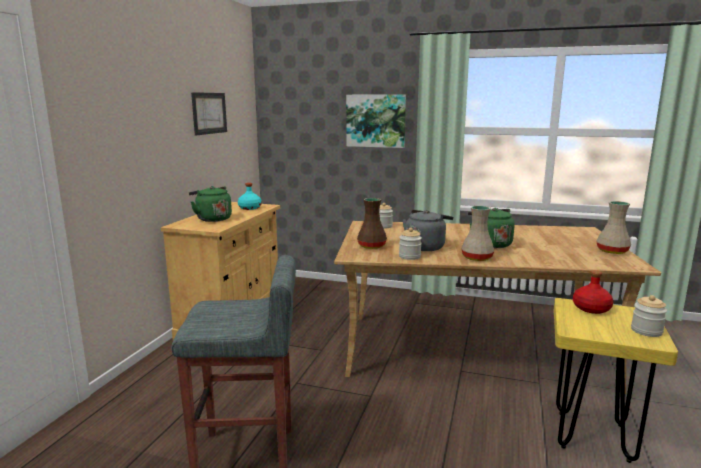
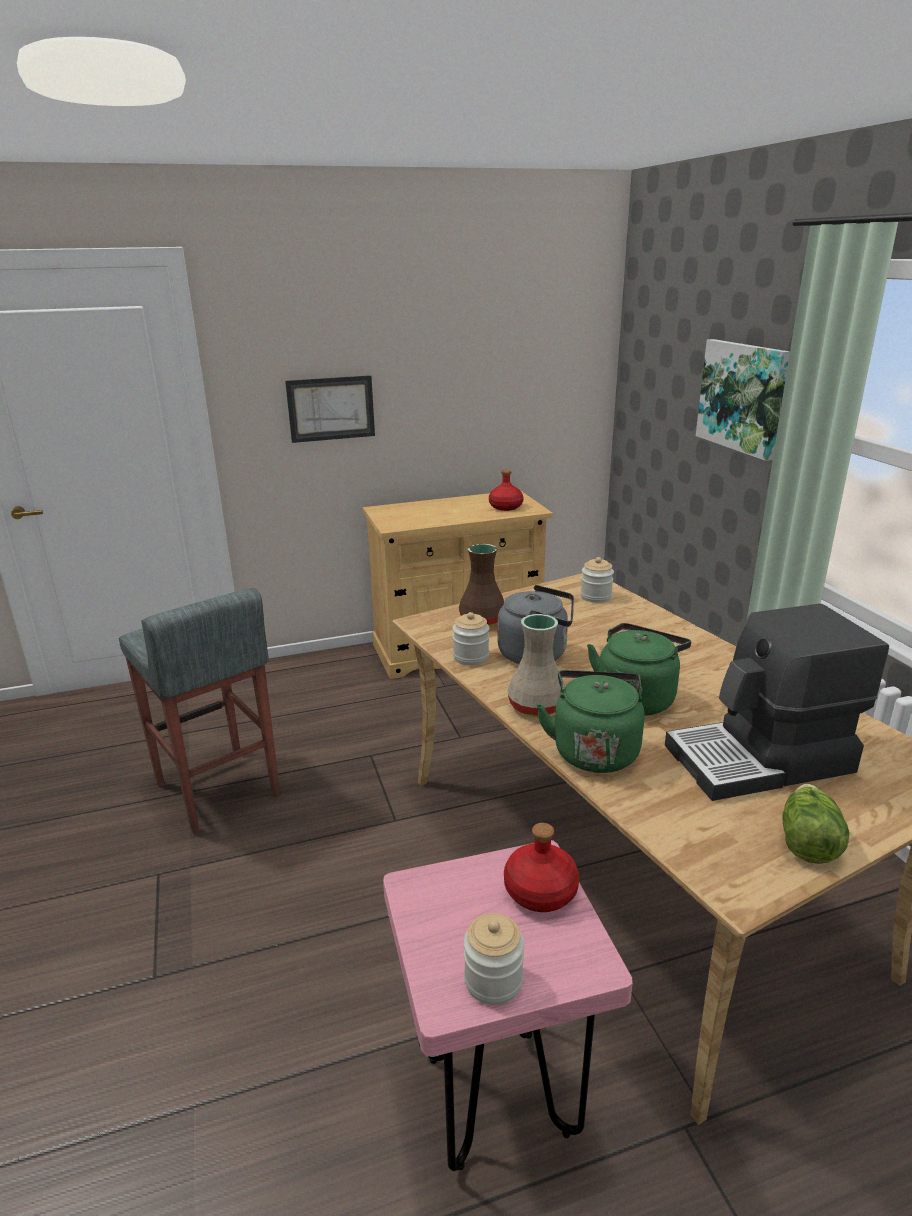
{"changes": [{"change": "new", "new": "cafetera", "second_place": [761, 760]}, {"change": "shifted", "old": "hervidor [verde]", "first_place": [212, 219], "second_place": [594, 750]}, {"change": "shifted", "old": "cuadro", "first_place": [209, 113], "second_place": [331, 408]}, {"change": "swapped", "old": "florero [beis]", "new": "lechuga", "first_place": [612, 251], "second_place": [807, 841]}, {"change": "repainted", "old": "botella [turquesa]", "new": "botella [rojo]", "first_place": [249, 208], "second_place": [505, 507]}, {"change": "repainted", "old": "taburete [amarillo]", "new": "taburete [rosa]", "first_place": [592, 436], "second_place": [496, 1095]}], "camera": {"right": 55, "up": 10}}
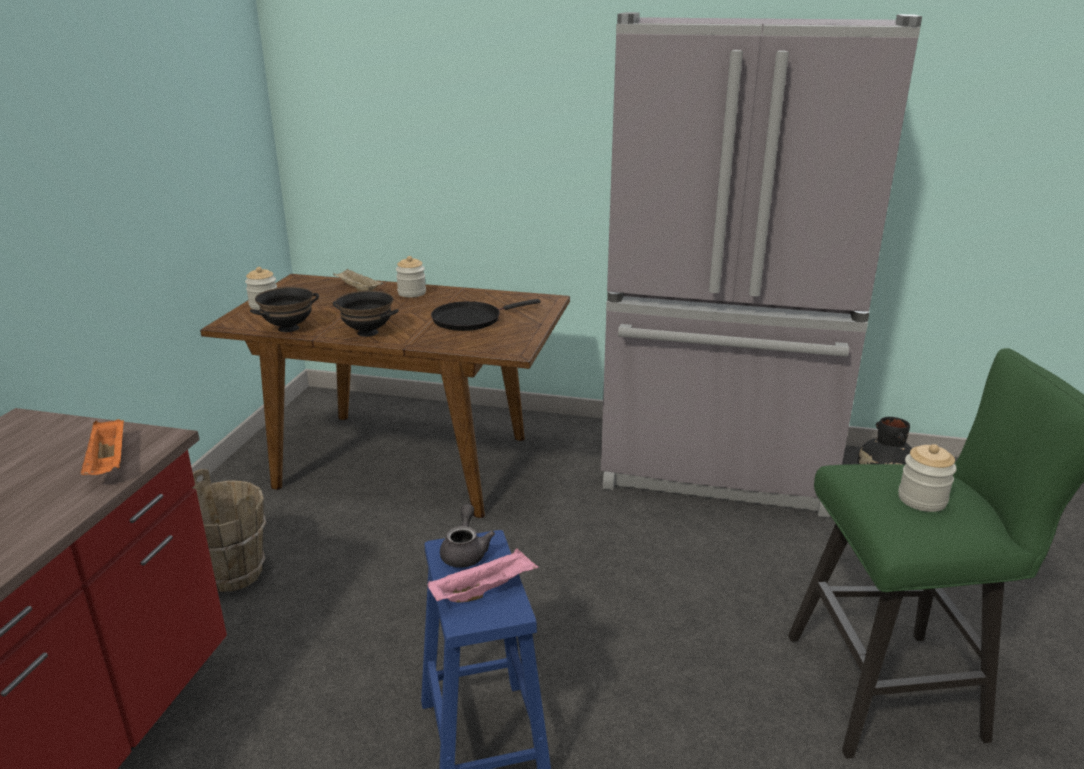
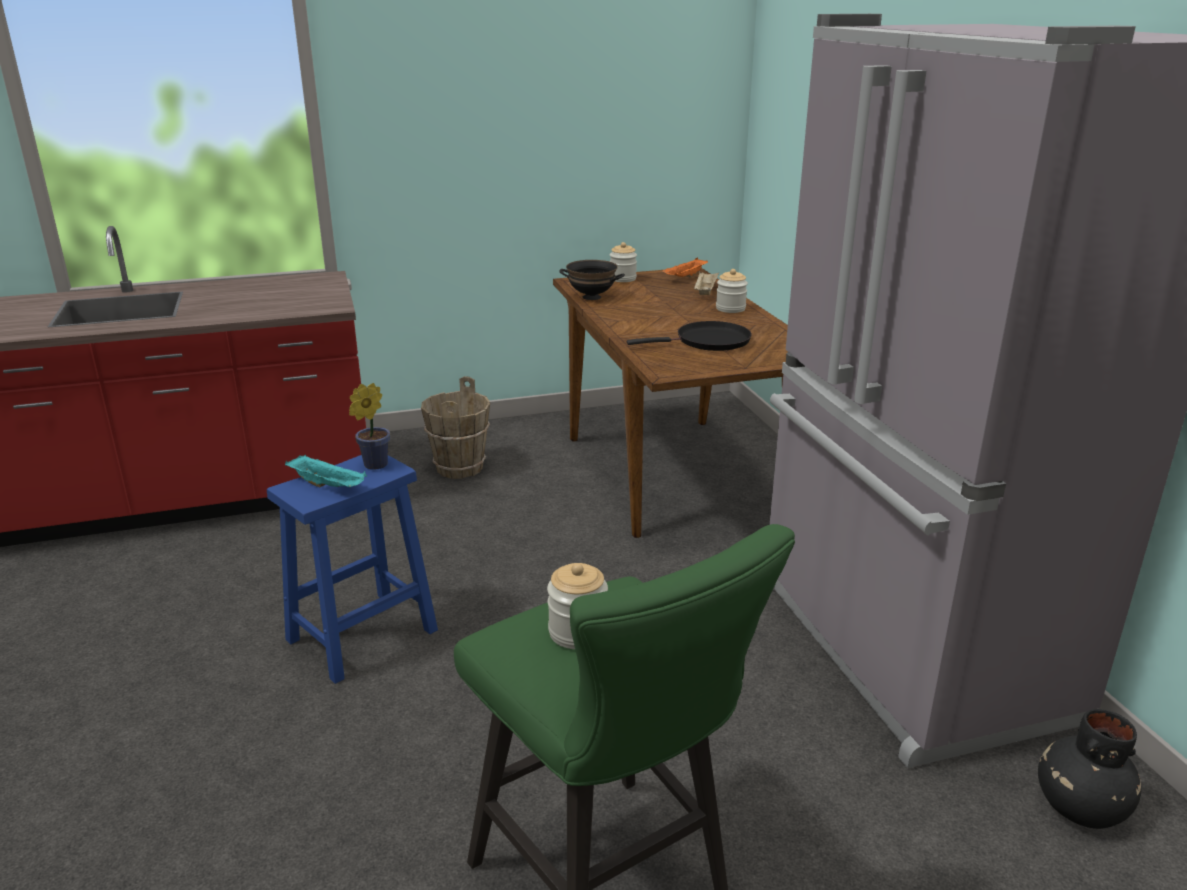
{"changes": [{"change": "gone", "old": "cuenco [negro]", "first_place": [367, 333]}, {"change": "shifted", "old": "bandeja [naranja]", "first_place": [109, 463], "second_place": [685, 277]}, {"change": "swapped", "old": "tetera [gris]", "new": "planta en maceta", "first_place": [465, 552], "second_place": [372, 465]}, {"change": "repainted", "old": "bandeja [rosa]", "new": "bandeja [turquesa]", "first_place": [484, 590], "second_place": [329, 485]}, {"change": "rotated", "old": "sartén [negro]", "first_place": [470, 319], "second_place": [708, 341], "degrees": 135}], "camera": {"right": 60, "up": 0}}
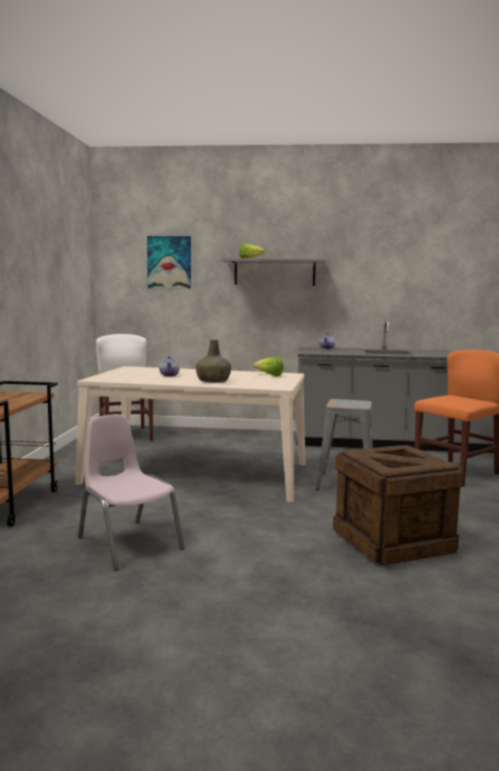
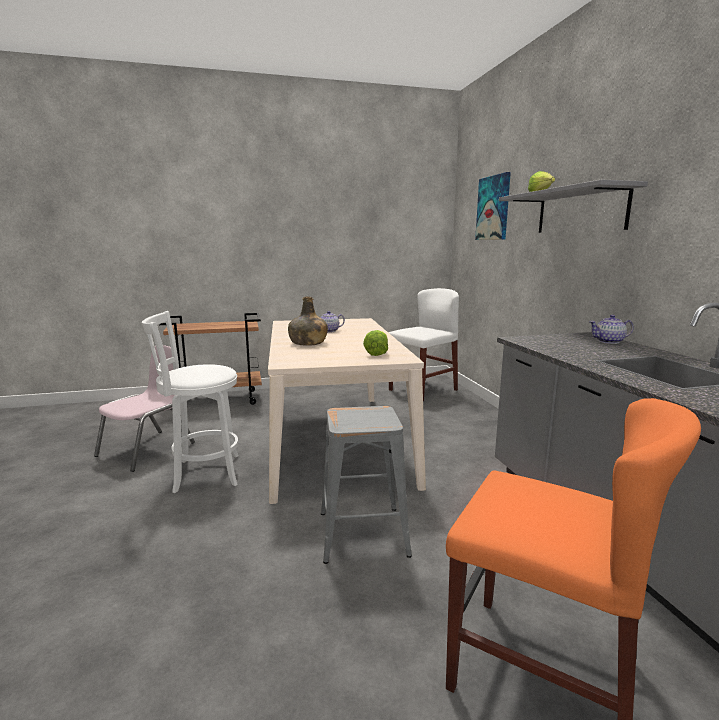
{"changes": [{"change": "gone", "old": "caja de embalaje", "first_place": [394, 542]}, {"change": "new", "new": "taburete [blanco]", "second_place": [203, 473]}], "camera": {"right": 70, "up": 5}}
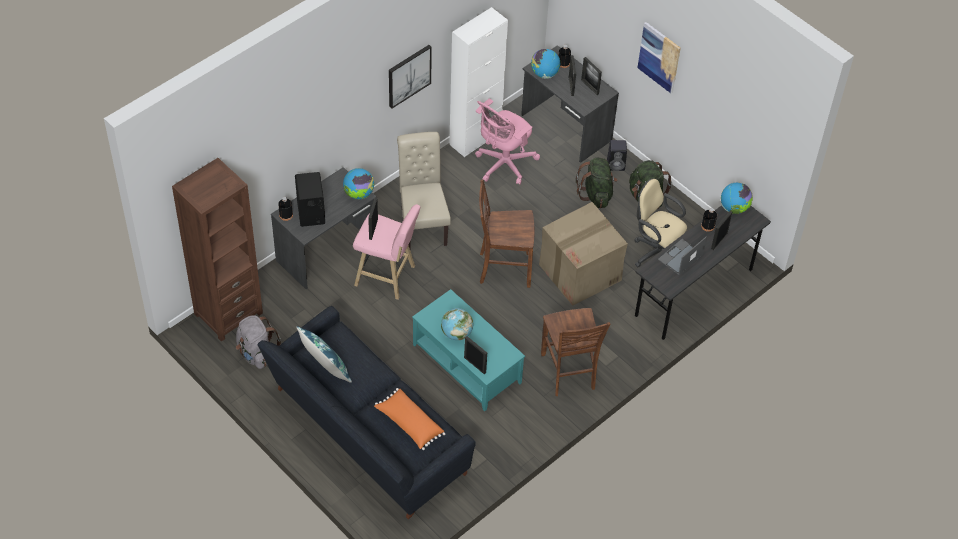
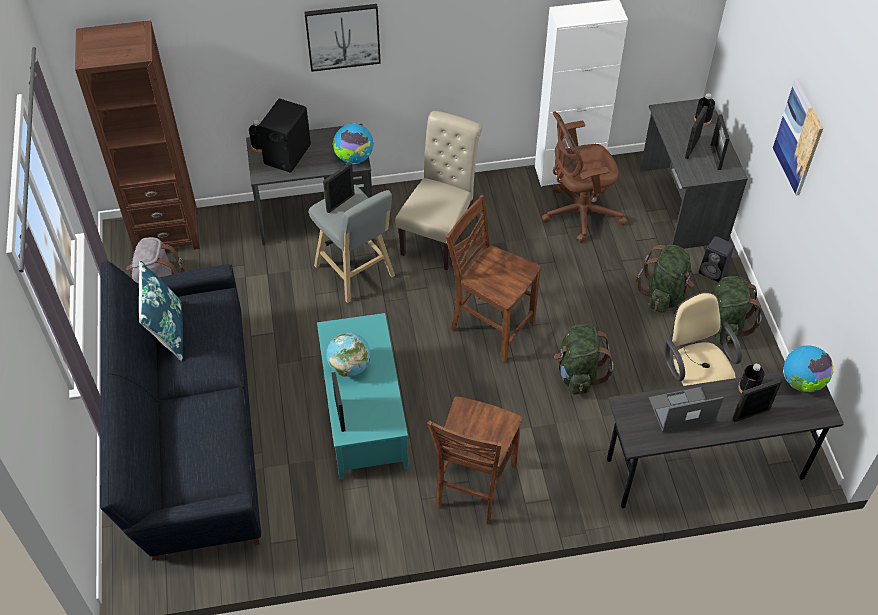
{"changes": [{"change": "gone", "old": "cojín [naranja]", "first_place": [409, 424]}, {"change": "gone", "old": "globo terráqueo", "first_place": [544, 74]}, {"change": "shifted", "old": "cuadro", "first_place": [409, 75], "second_place": [343, 36]}, {"change": "swapped", "old": "caja de cartón", "new": "mochila [verde]", "first_place": [580, 272], "second_place": [578, 374]}, {"change": "repainted", "old": "taburete [rosa]", "new": "taburete [gris]", "first_place": [387, 277], "second_place": [356, 273]}, {"change": "repainted", "old": "silla de oficina [rosa]", "new": "silla de oficina [marrón]", "first_place": [503, 165], "second_place": [578, 213]}], "camera": {"right": 35, "up": 0}}
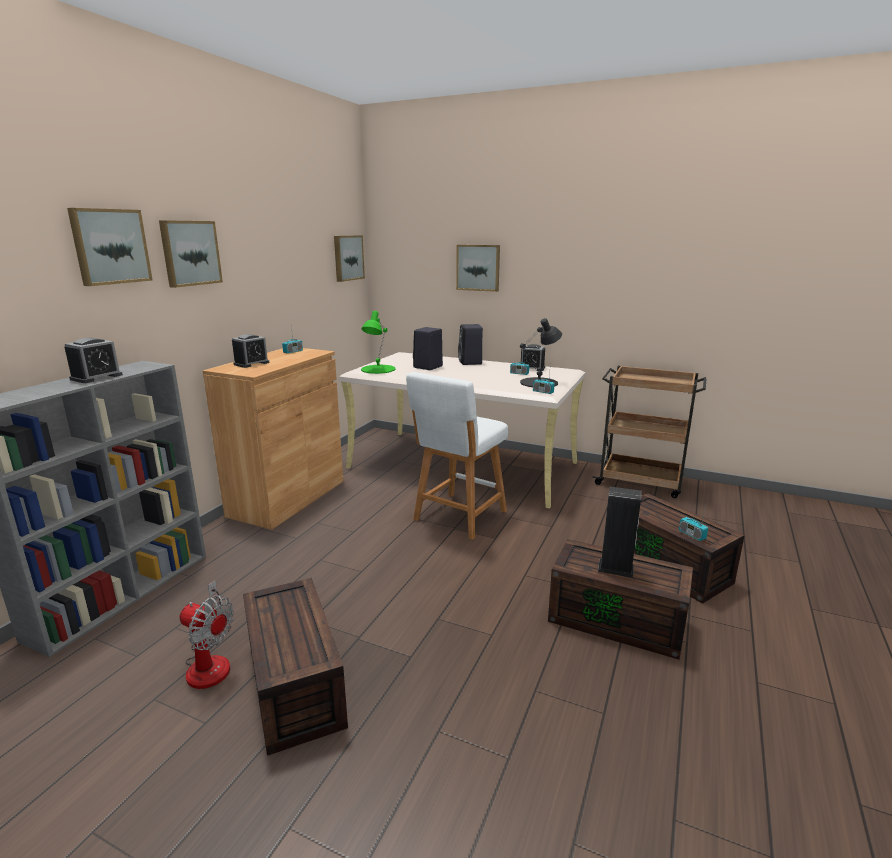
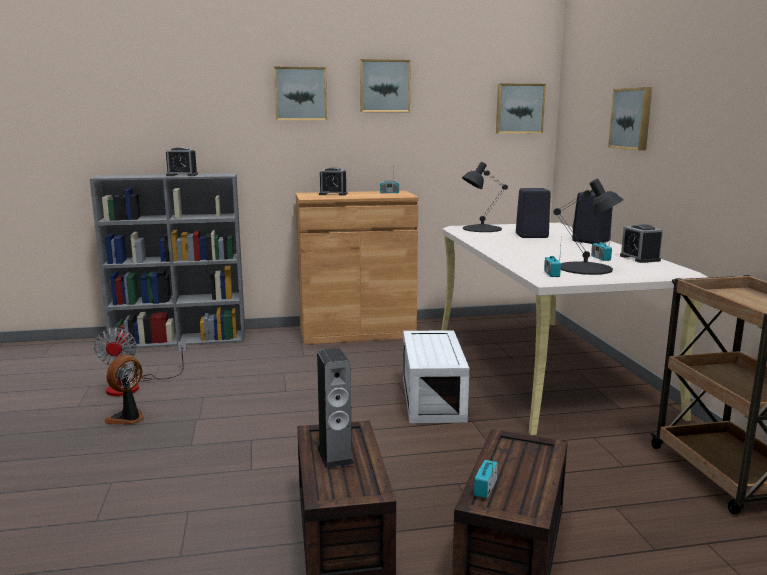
{"changes": [{"change": "shifted", "old": "cuadro", "first_place": [110, 246], "second_place": [384, 86]}, {"change": "swapped", "old": "caja de almacenaje [marrón]", "new": "ventilador", "first_place": [298, 686], "second_place": [128, 418]}, {"change": "swapped", "old": "taburete [blanco]", "new": "caja de almacenaje [blanco]", "first_place": [458, 517], "second_place": [430, 397]}, {"change": "repainted", "old": "lámpara de mesa [verde]", "new": "lámpara de mesa [negro]", "first_place": [377, 369], "second_place": [481, 228]}], "camera": {"right": 55, "up": -5}}
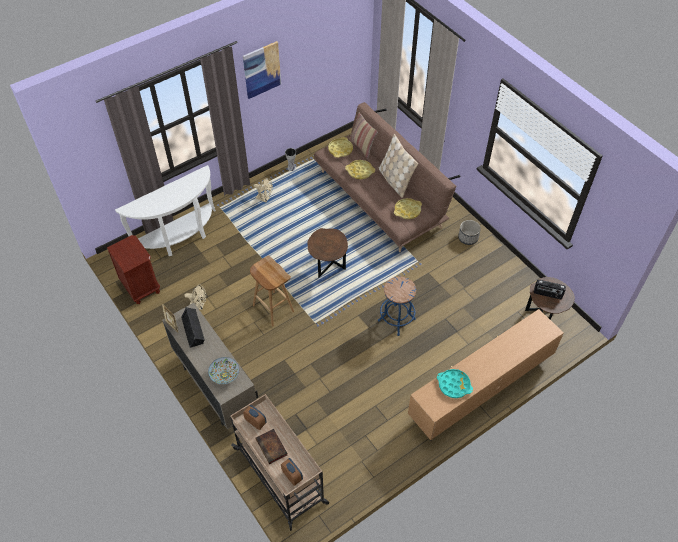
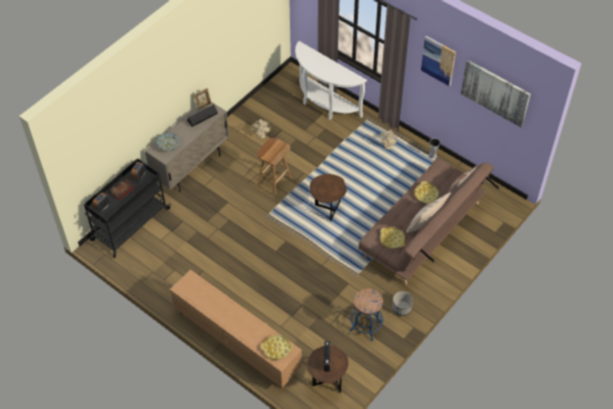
{"changes": [{"change": "gone", "old": "mesita de noche [marrón]", "first_place": [141, 287]}, {"change": "gone", "old": "bandeja [turquesa]", "first_place": [454, 385]}, {"change": "new", "new": "cuadro", "second_place": [495, 93]}, {"change": "shifted", "old": "bandeja [amarillo]", "first_place": [340, 149], "second_place": [276, 348]}, {"change": "shifted", "old": "taburete [azul]", "first_place": [396, 319], "second_place": [366, 326]}, {"change": "repainted", "old": "carrito [beis]", "new": "carrito [negro]", "first_place": [281, 476], "second_place": [130, 225]}], "camera": {"right": 75, "up": 0}}
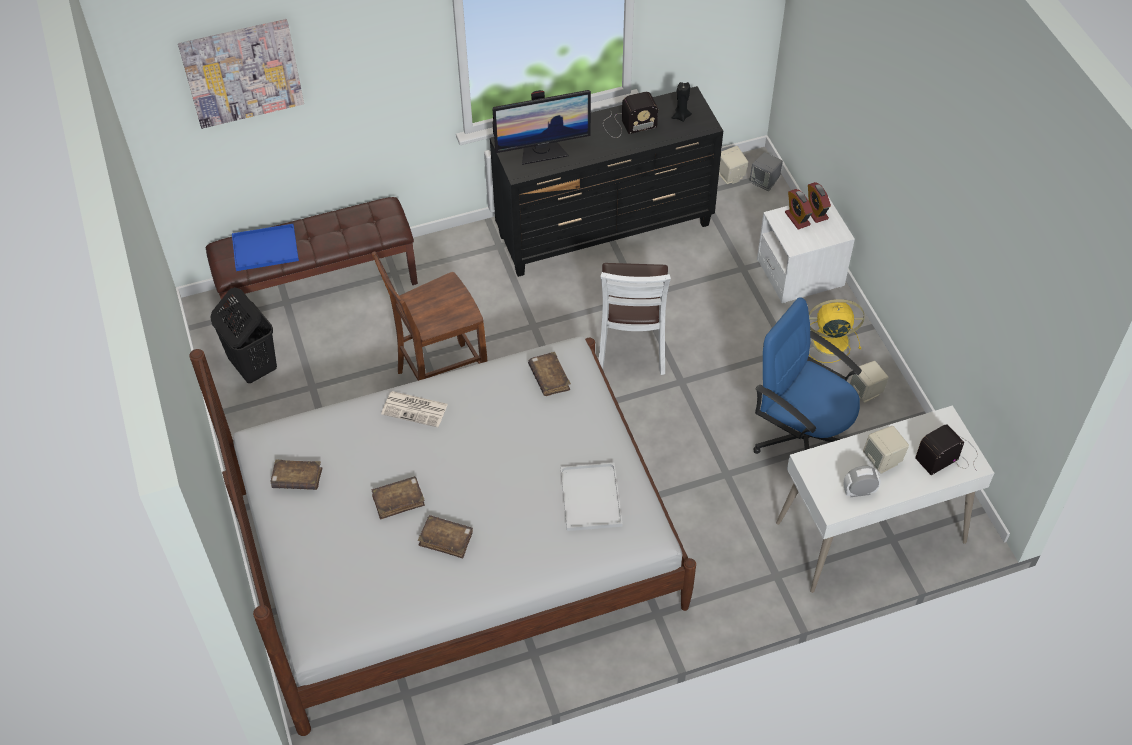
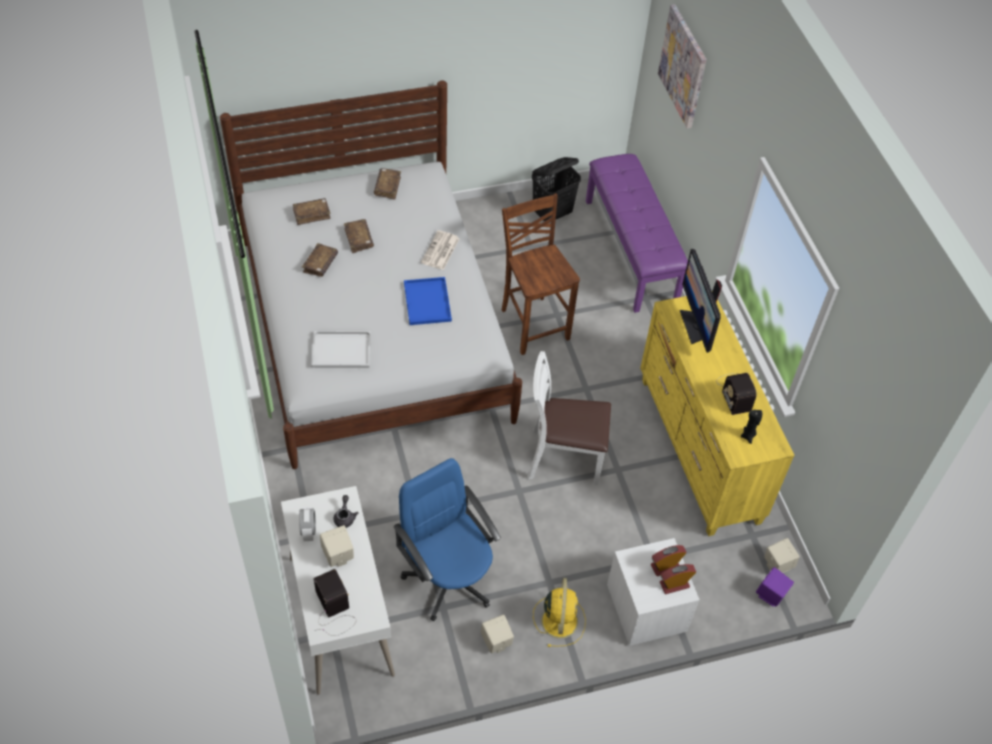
{"changes": [{"change": "new", "new": "tetera [gris]", "second_place": [345, 517]}, {"change": "shifted", "old": "bandeja [azul]", "first_place": [266, 247], "second_place": [428, 303]}, {"change": "shifted", "old": "libro [marrón]", "first_place": [549, 378], "second_place": [312, 214]}, {"change": "repainted", "old": "banco [marrón]", "new": "banco [morado]", "first_place": [319, 287], "second_place": [631, 251]}, {"change": "repainted", "old": "cómoda [negro]", "new": "cómoda [amarillo]", "first_place": [605, 231], "second_place": [698, 450]}, {"change": "repainted", "old": "altavoz [gris]", "new": "altavoz [morado]", "first_place": [764, 182], "second_place": [771, 595]}, {"change": "rotated", "old": "silla de oficina [azul]", "first_place": [801, 437], "second_place": [449, 577], "degrees": -75}], "camera": {"right": 90, "up": 0}}
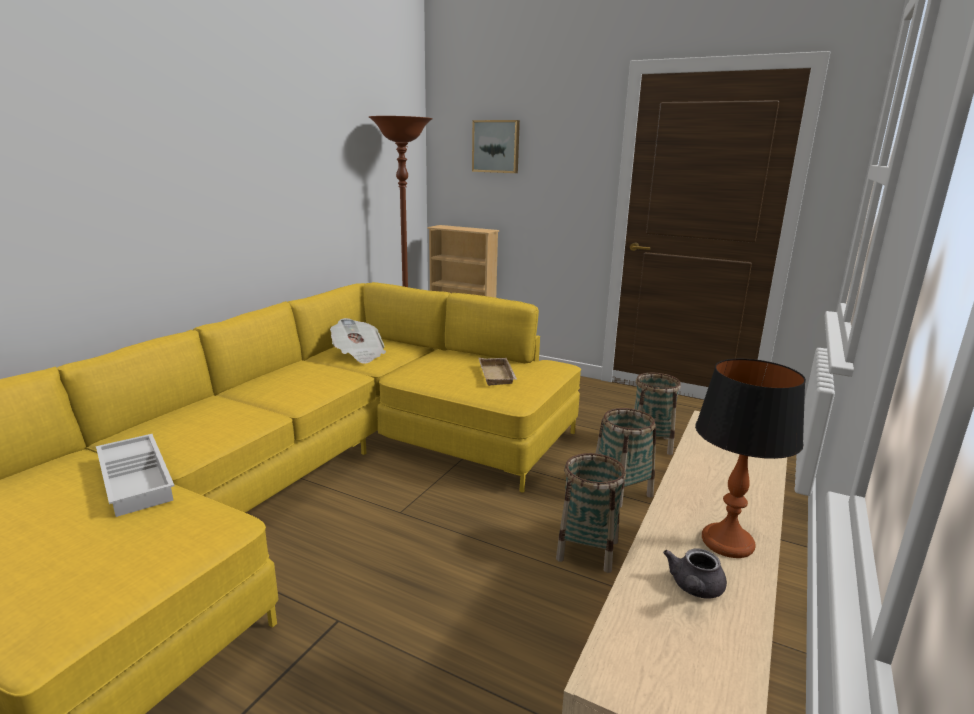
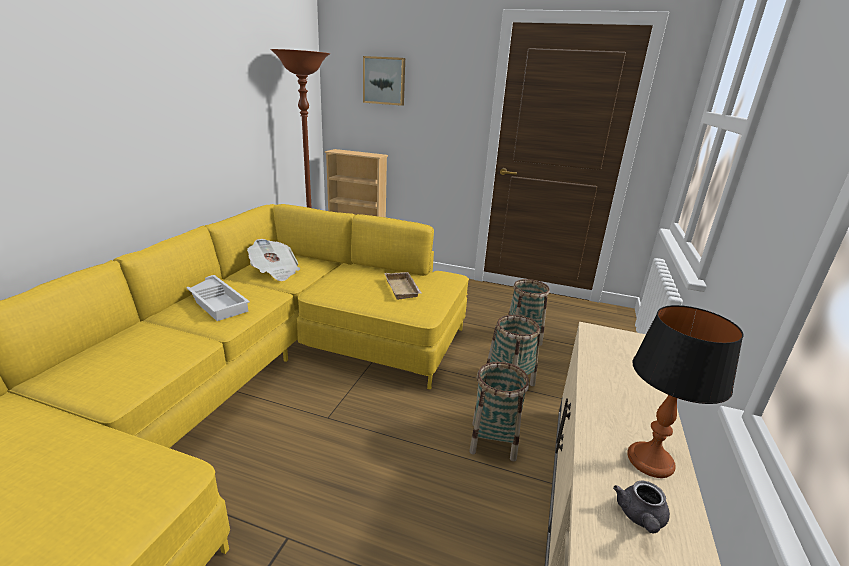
{"changes": [{"change": "shifted", "old": "bandeja [blanco]", "first_place": [138, 479], "second_place": [217, 301]}], "camera": {"right": -10, "up": 5}}
